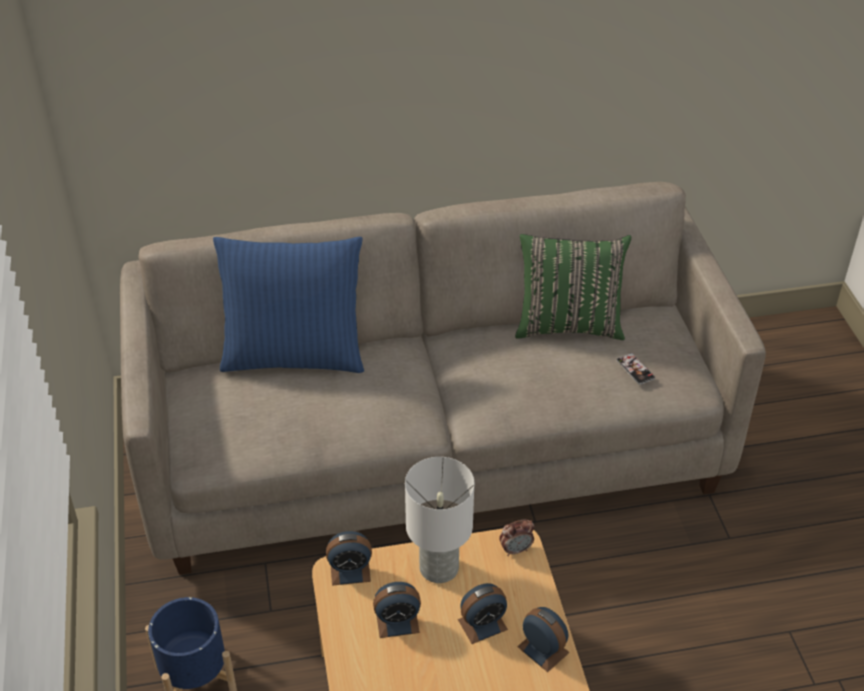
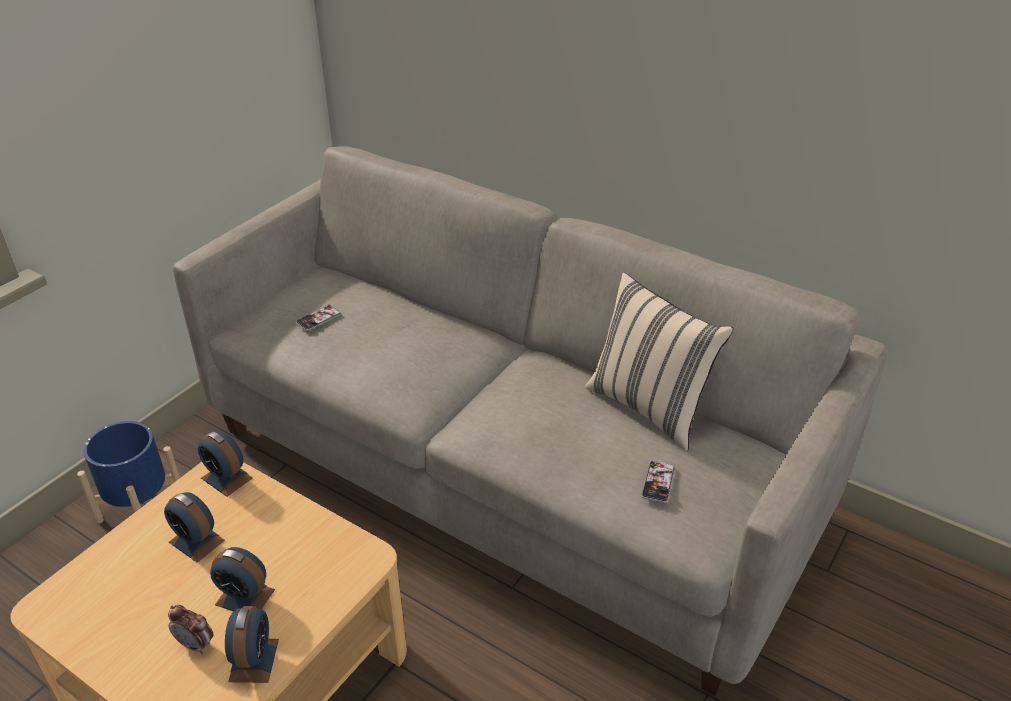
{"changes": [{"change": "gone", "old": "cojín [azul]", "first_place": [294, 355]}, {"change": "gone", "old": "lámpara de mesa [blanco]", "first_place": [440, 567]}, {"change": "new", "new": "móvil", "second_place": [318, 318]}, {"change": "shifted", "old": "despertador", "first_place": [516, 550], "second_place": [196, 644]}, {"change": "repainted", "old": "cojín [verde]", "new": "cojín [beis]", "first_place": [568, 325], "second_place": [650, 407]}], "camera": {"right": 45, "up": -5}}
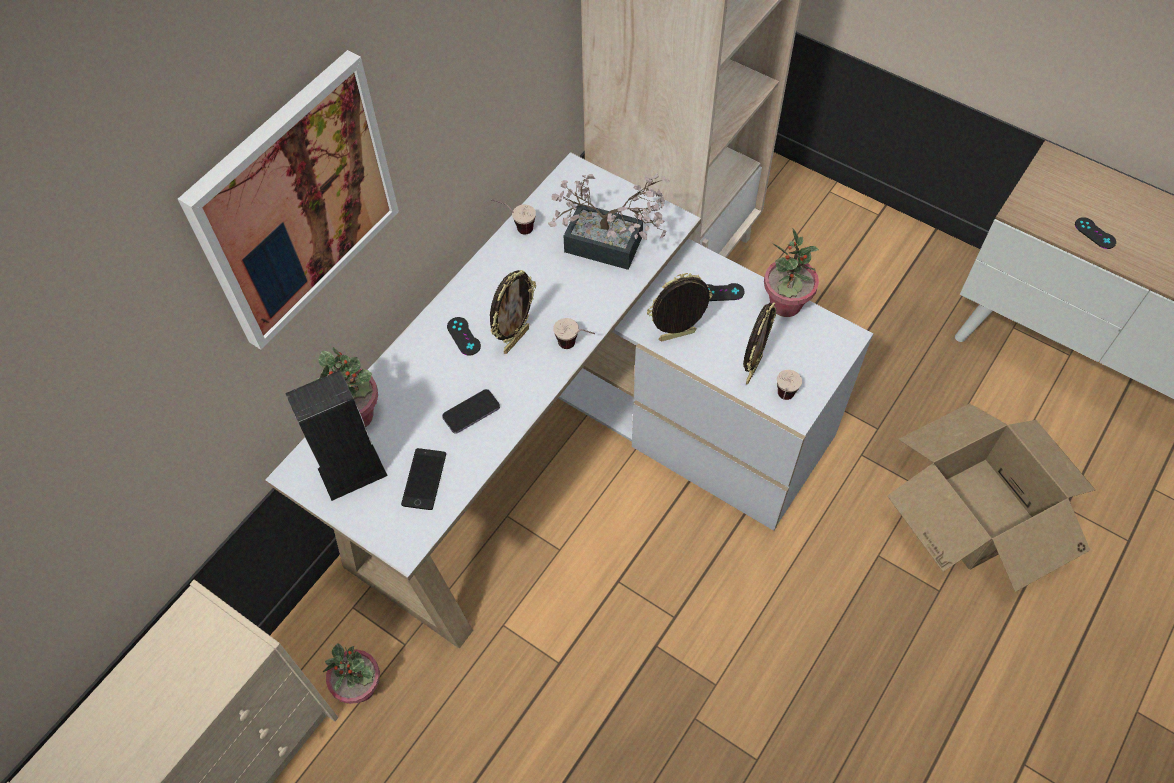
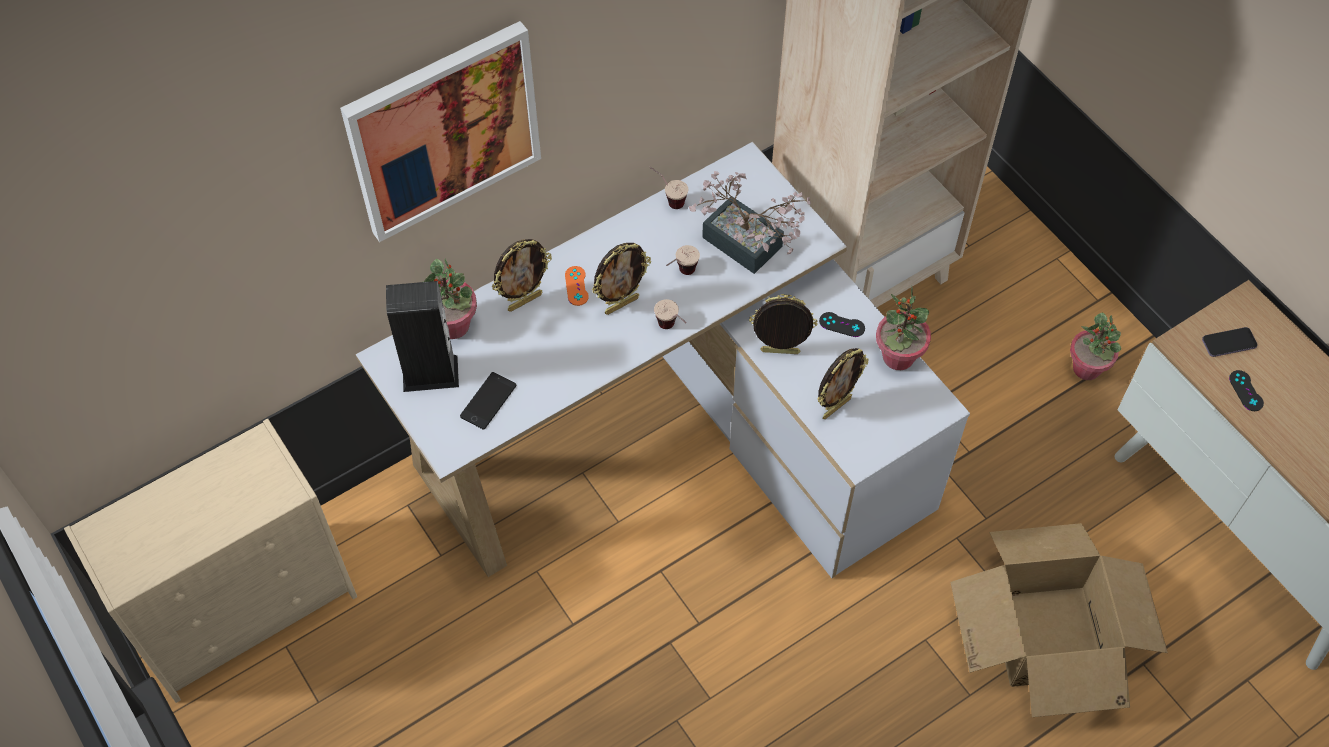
{"changes": [{"change": "new", "new": "portarretratos", "second_place": [524, 301]}, {"change": "shifted", "old": "planta en maceta", "first_place": [360, 687], "second_place": [1087, 368]}, {"change": "shifted", "old": "móvil", "first_place": [471, 412], "second_place": [1228, 343]}, {"change": "shifted", "old": "taza", "first_place": [783, 401], "second_place": [680, 275]}, {"change": "repainted", "old": "mando de consola [negro]", "new": "mando de consola [naranja]", "first_place": [463, 336], "second_place": [576, 286]}], "camera": {"right": 20, "up": 0}}
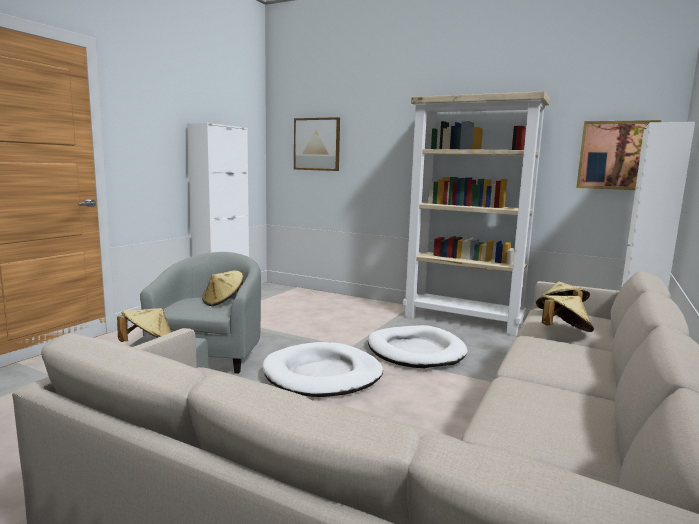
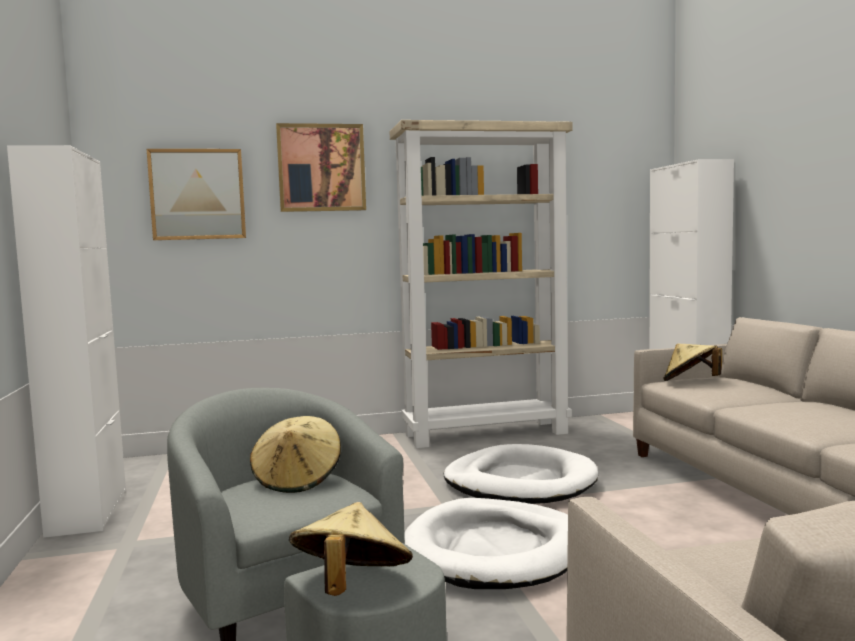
{"changes": [{"change": "gone", "old": "sombrero [beis]", "first_place": [563, 331]}, {"change": "shifted", "old": "cuadro", "first_place": [617, 155], "second_place": [321, 168]}], "camera": {"right": -40, "up": -5}}
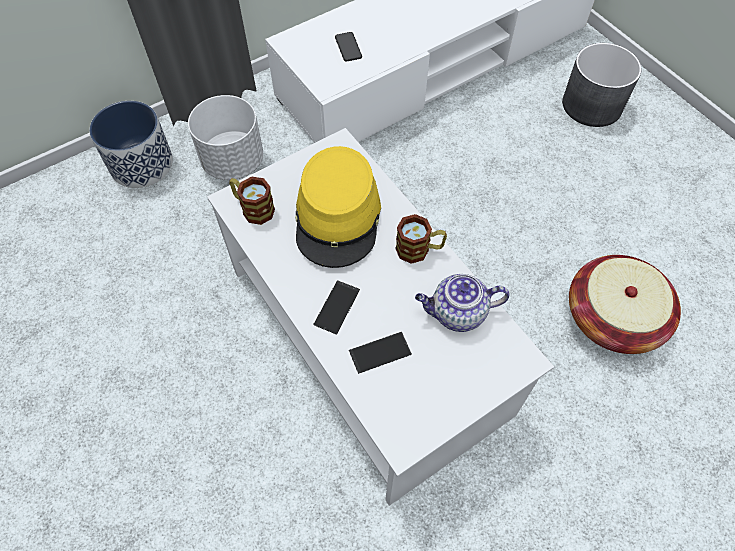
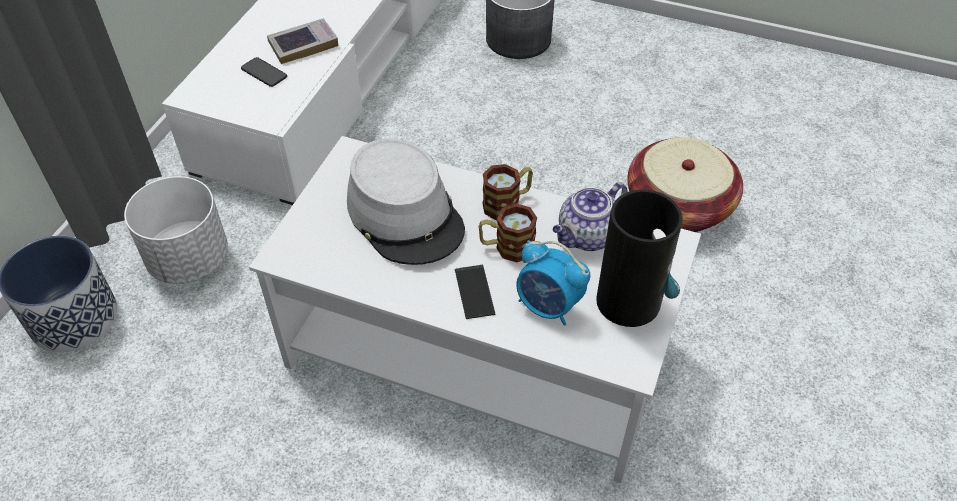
{"changes": [{"change": "new", "new": "libro", "second_place": [303, 45]}, {"change": "new", "new": "florero", "second_place": [629, 301]}, {"change": "shifted", "old": "taza grande", "first_place": [253, 208], "second_place": [506, 247]}, {"change": "swapped", "old": "móvil", "new": "despertador", "first_place": [380, 352], "second_place": [548, 306]}, {"change": "repainted", "old": "sombrero [amarillo]", "new": "sombrero [gris]", "first_place": [338, 216], "second_place": [405, 215]}], "camera": {"right": -35, "up": -10}}
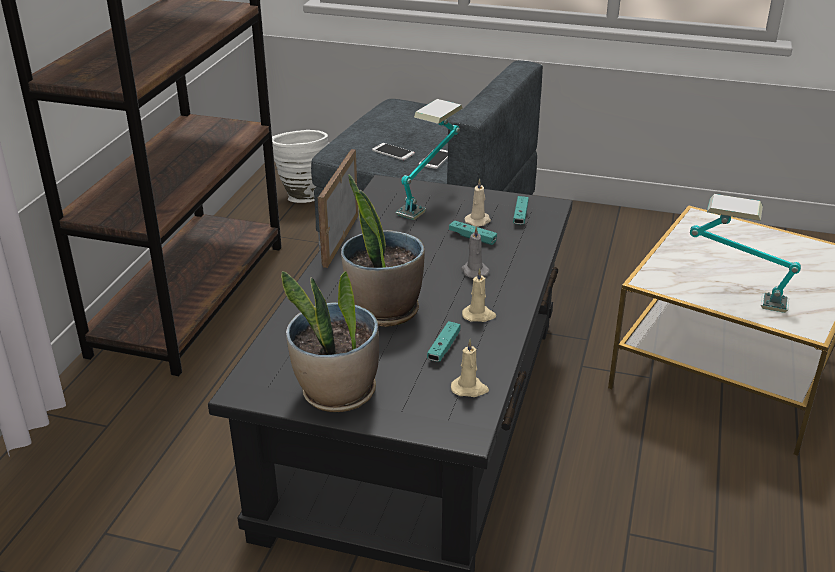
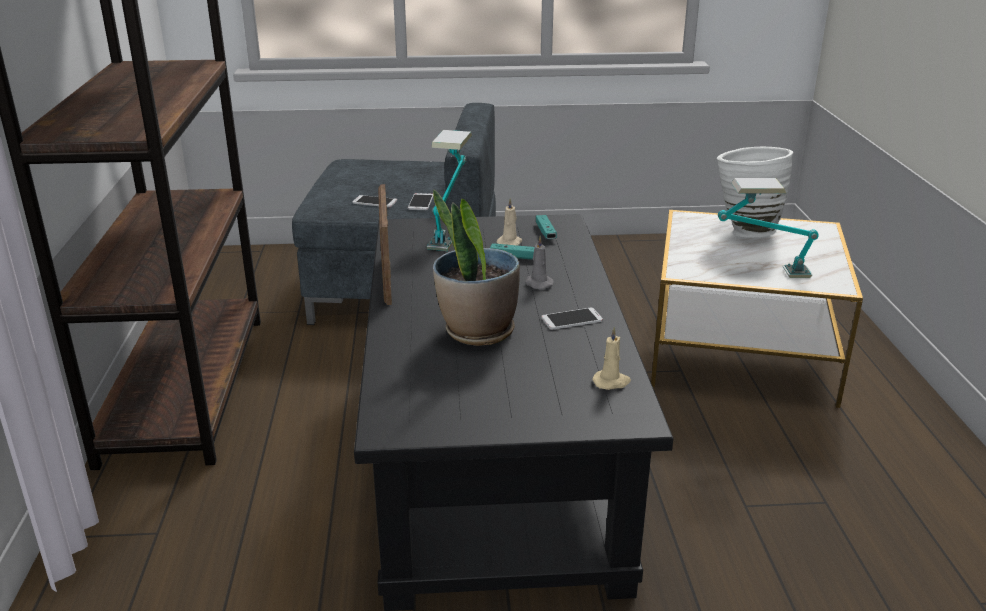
{"changes": [{"change": "gone", "old": "planta en maceta", "first_place": [337, 393]}, {"change": "gone", "old": "mando de consola [turquesa]", "first_place": [444, 347]}, {"change": "shifted", "old": "florero [blanco]", "first_place": [302, 196], "second_place": [744, 231]}, {"change": "swapped", "old": "vela [beis]", "new": "móvil", "first_place": [479, 315], "second_place": [572, 319]}], "camera": {"right": -20, "up": -5}}
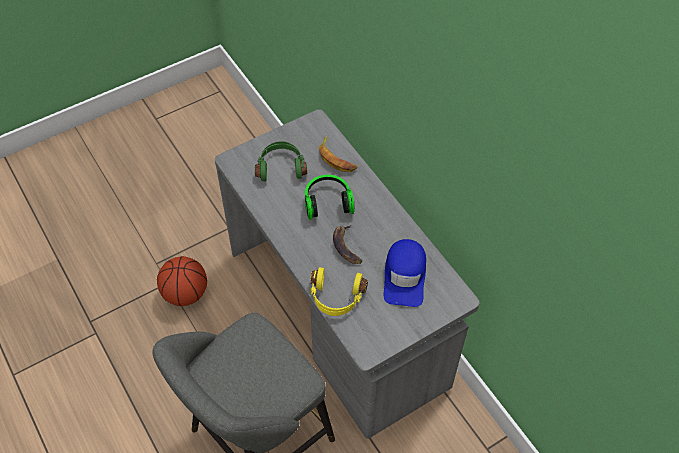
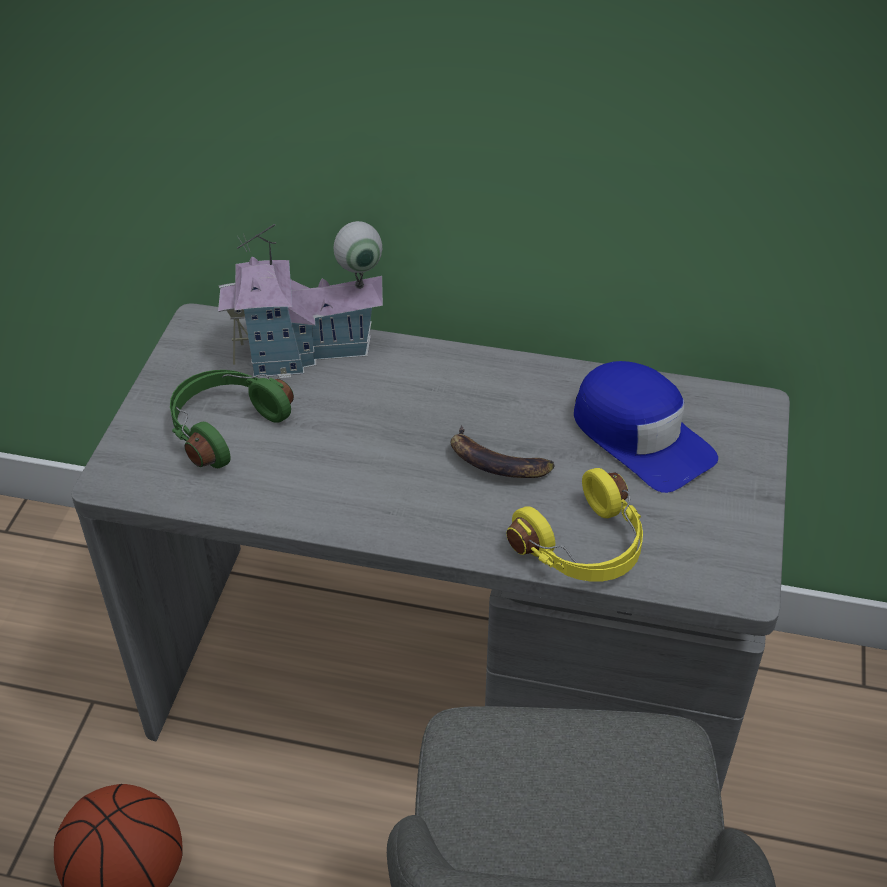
{"changes": [{"change": "gone", "old": "auriculares", "first_place": [327, 202]}, {"change": "swapped", "old": "plátano", "new": "casita", "first_place": [336, 158], "second_place": [307, 352]}], "camera": {"right": -45, "up": -10}}
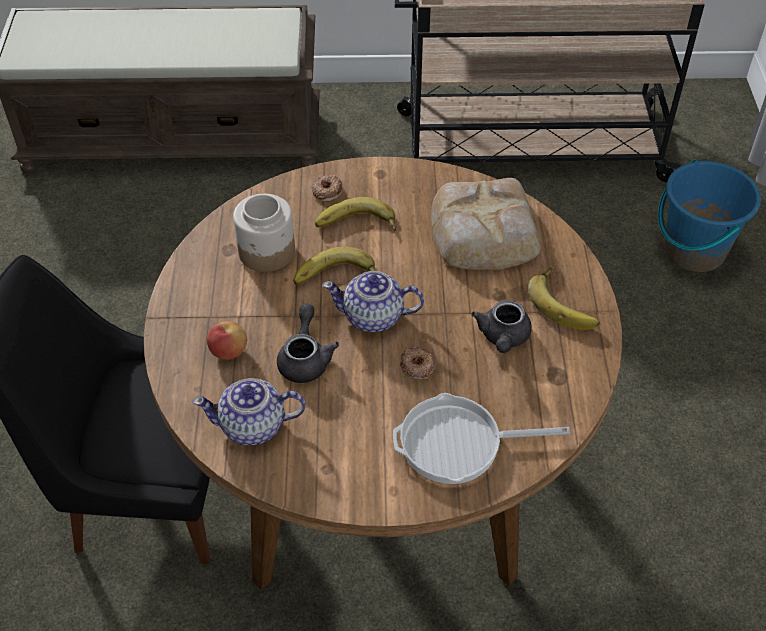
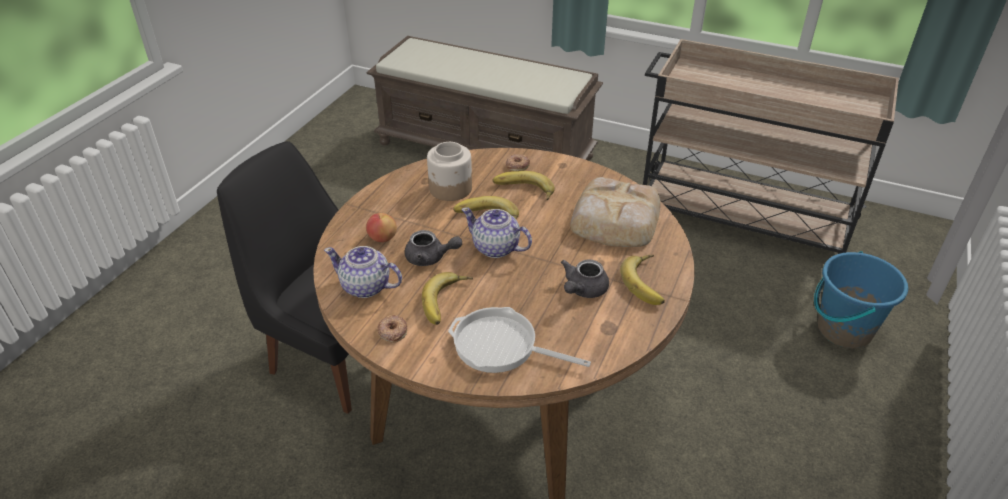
{"changes": [{"change": "new", "new": "plátano", "second_place": [448, 302]}, {"change": "shifted", "old": "rosquilla", "first_place": [417, 366], "second_place": [392, 331]}, {"change": "rotated", "old": "tetera [gris]", "first_place": [305, 358], "second_place": [430, 258], "degrees": 75}], "camera": {"right": 25, "up": -10}}
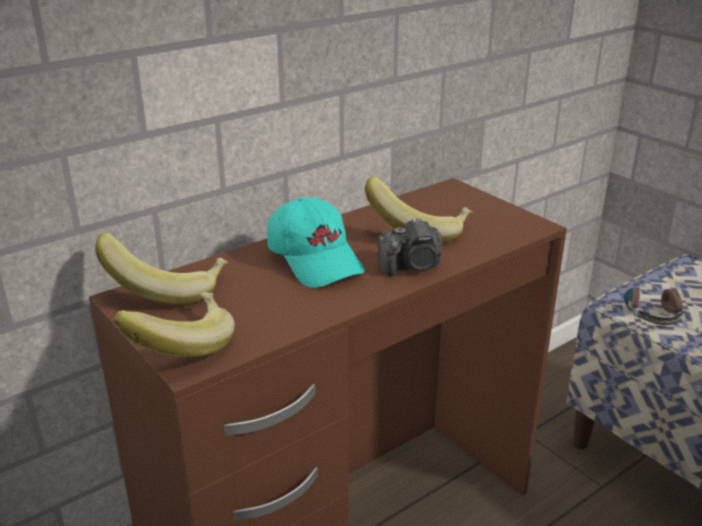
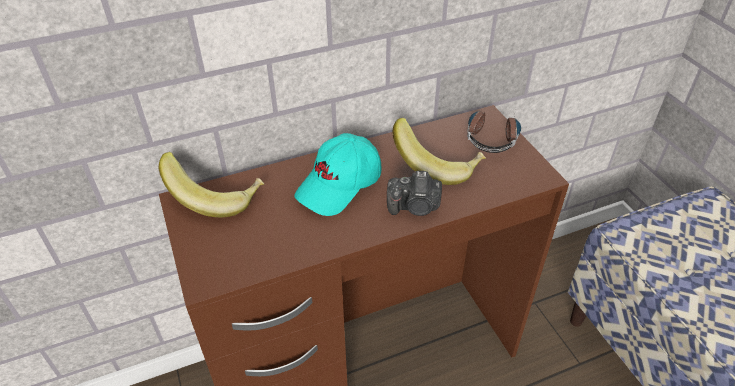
{"changes": [{"change": "gone", "old": "plátano", "first_place": [181, 346]}, {"change": "shifted", "old": "auriculares", "first_place": [650, 310], "second_place": [492, 135]}, {"change": "rotated", "old": "gorra [turquesa]", "first_place": [316, 260], "second_place": [340, 185], "degrees": 60}], "camera": {"right": 15, "up": 15}}
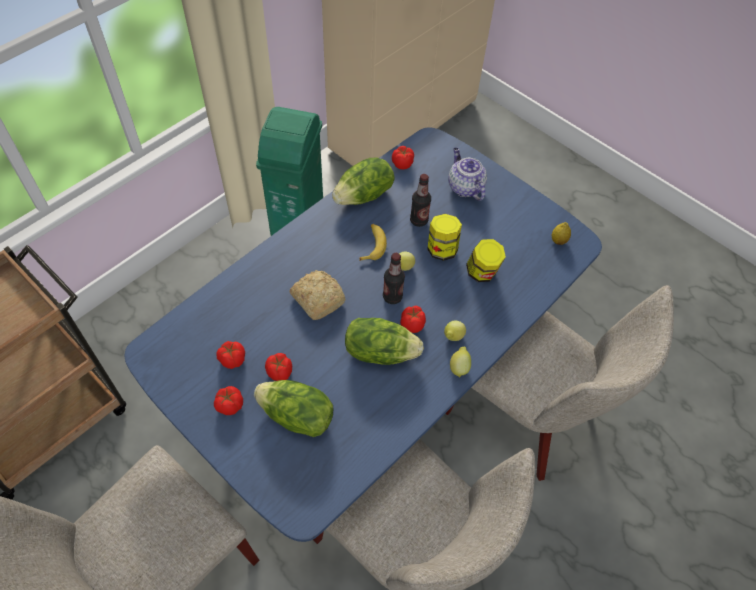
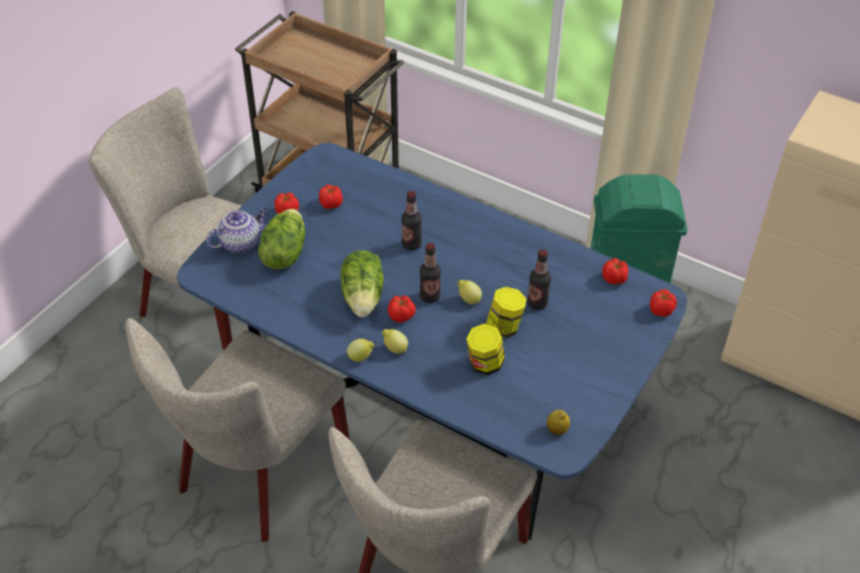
{"changes": [{"change": "gone", "old": "lechuga", "first_place": [364, 196]}, {"change": "gone", "old": "plátano", "first_place": [372, 245]}, {"change": "shifted", "old": "tomate", "first_place": [280, 372], "second_place": [660, 310]}, {"change": "shifted", "old": "tetera", "first_place": [464, 187], "second_place": [241, 243]}, {"change": "swapped", "old": "pan", "new": "botella", "first_place": [318, 298], "second_place": [411, 244]}], "camera": {"right": 80, "up": -10}}
